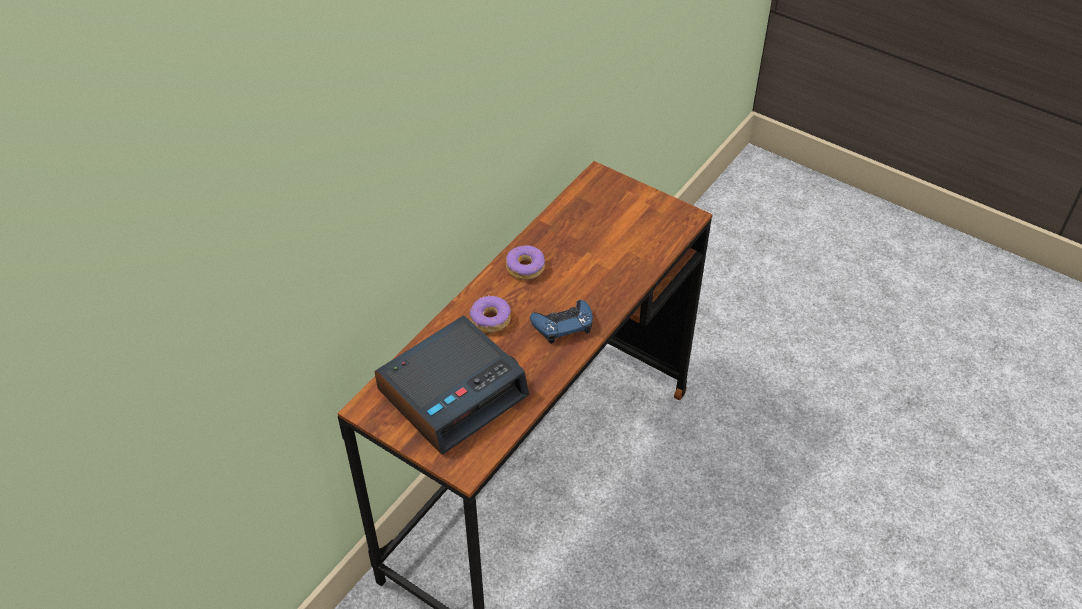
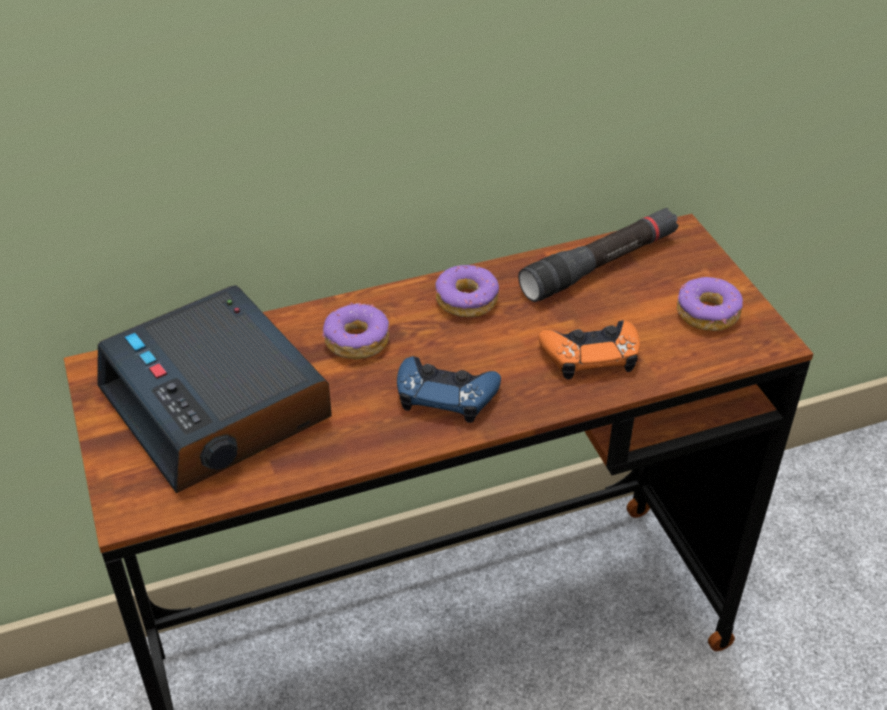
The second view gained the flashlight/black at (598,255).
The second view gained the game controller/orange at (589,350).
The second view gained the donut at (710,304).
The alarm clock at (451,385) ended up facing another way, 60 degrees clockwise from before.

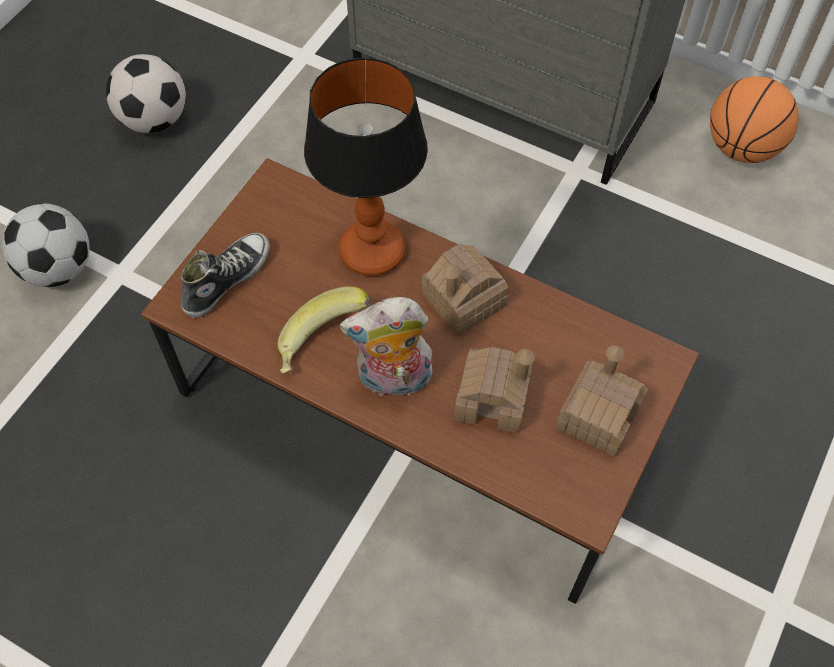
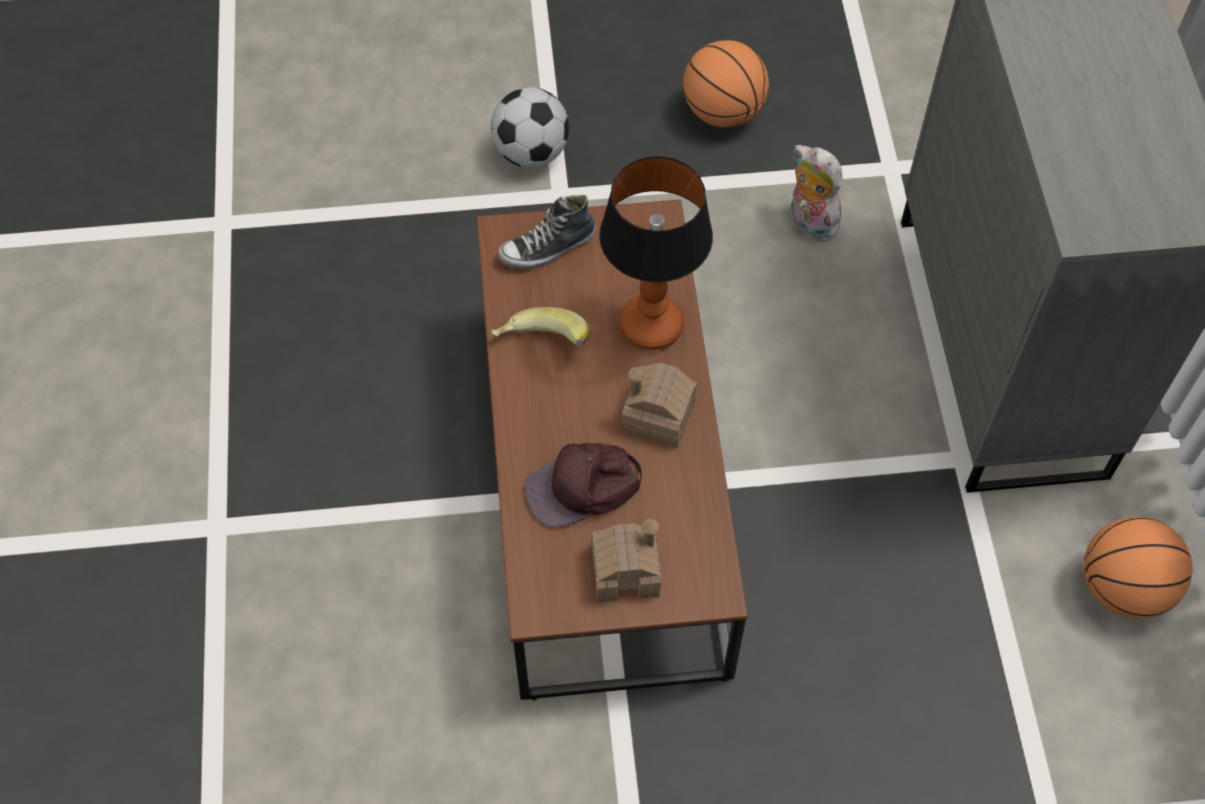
The plush toy ended up elsewhere, having gone from (386,346) to (816,193).
Where the football stood at (146,93), the basketball came to stand at (726,83).
Where the toy house stood at (494,390), the cap/brown came to stand at (583,485).
The shoe at (225,275) ended up facing another way, 150 degrees clockwise from before.

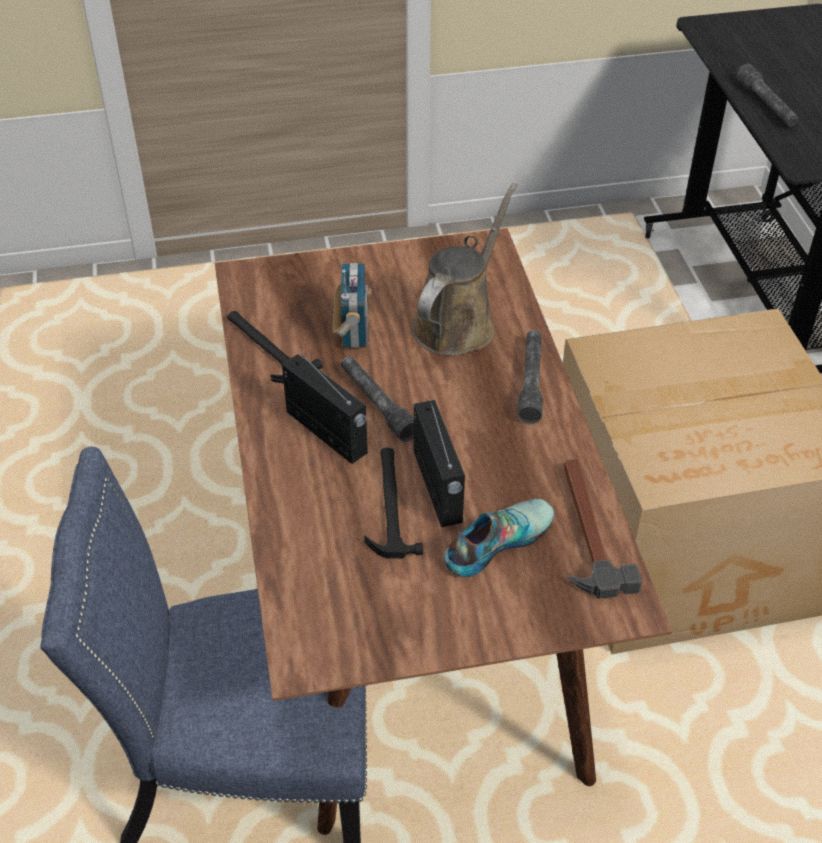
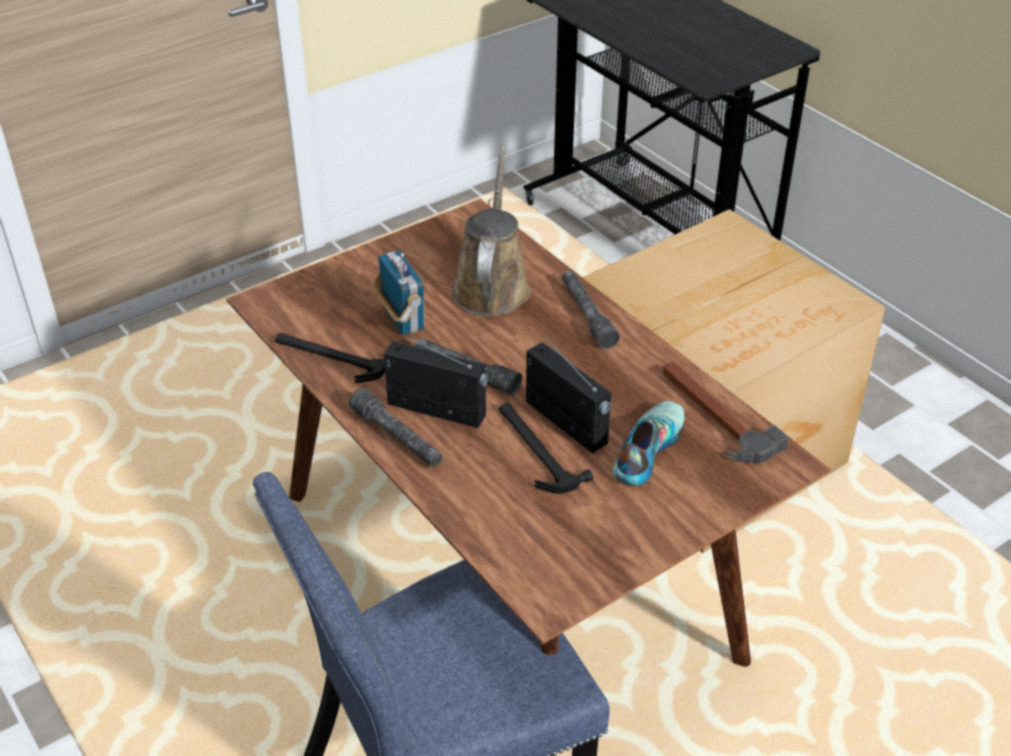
The flashlight/grey ended up elsewhere, having gone from (767,95) to (396,427).

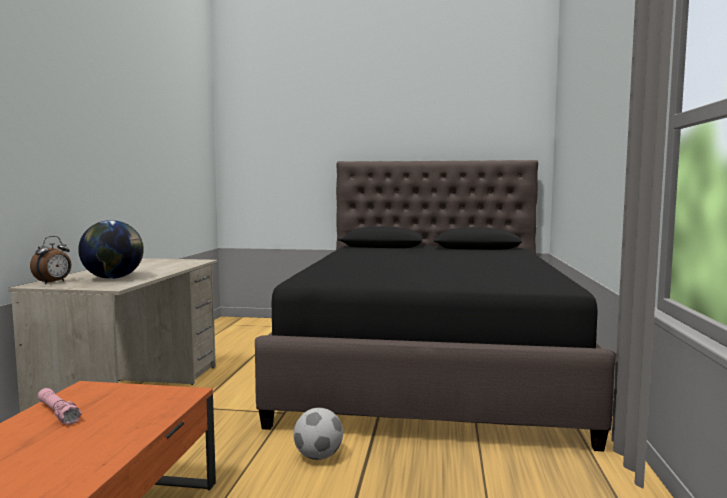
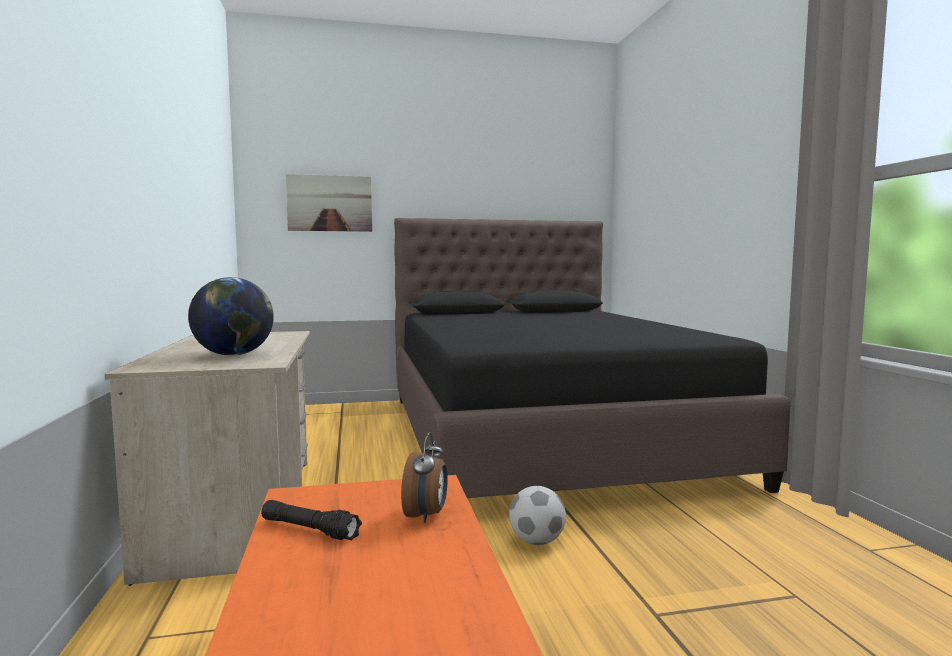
The second view gained the picture at (329,203).
The alarm clock ended up elsewhere, having gone from (50,260) to (424,477).
What was the flashlight/pink at (60,406) turned into the flashlight/black at (311,520).

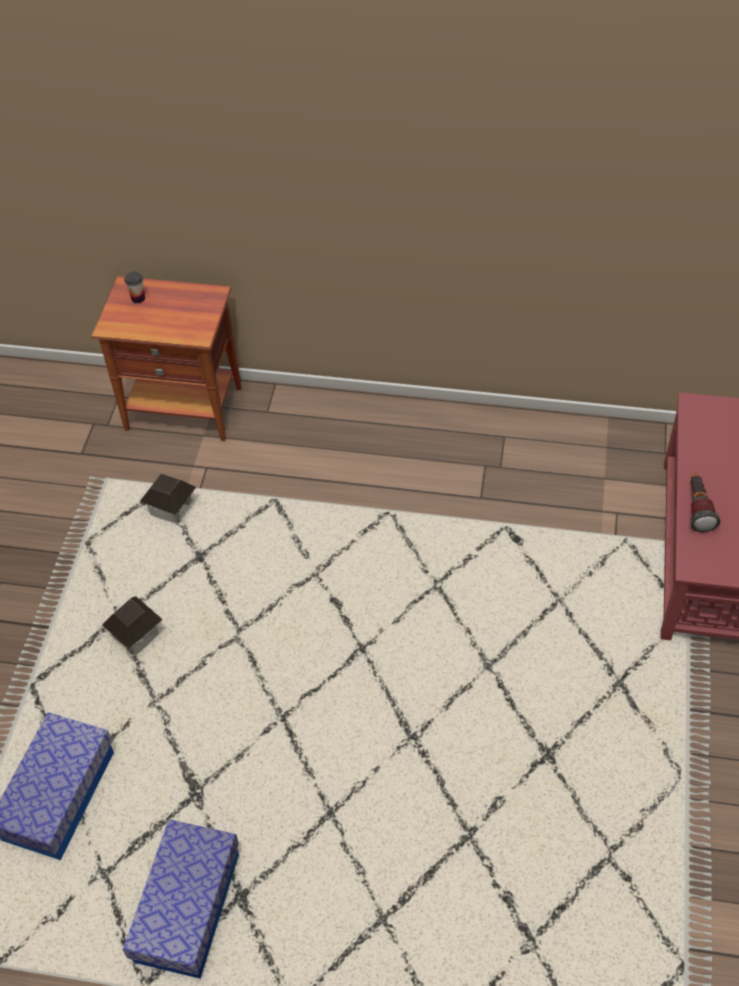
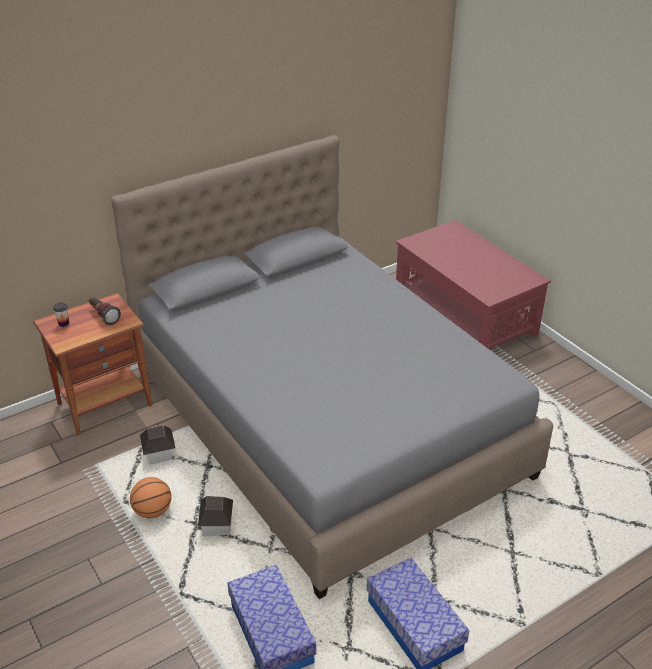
The second view gained the bed/grey at (332,367).
The second view gained the basketball at (150,497).
The flashlight ended up elsewhere, having gone from (705,503) to (104,311).

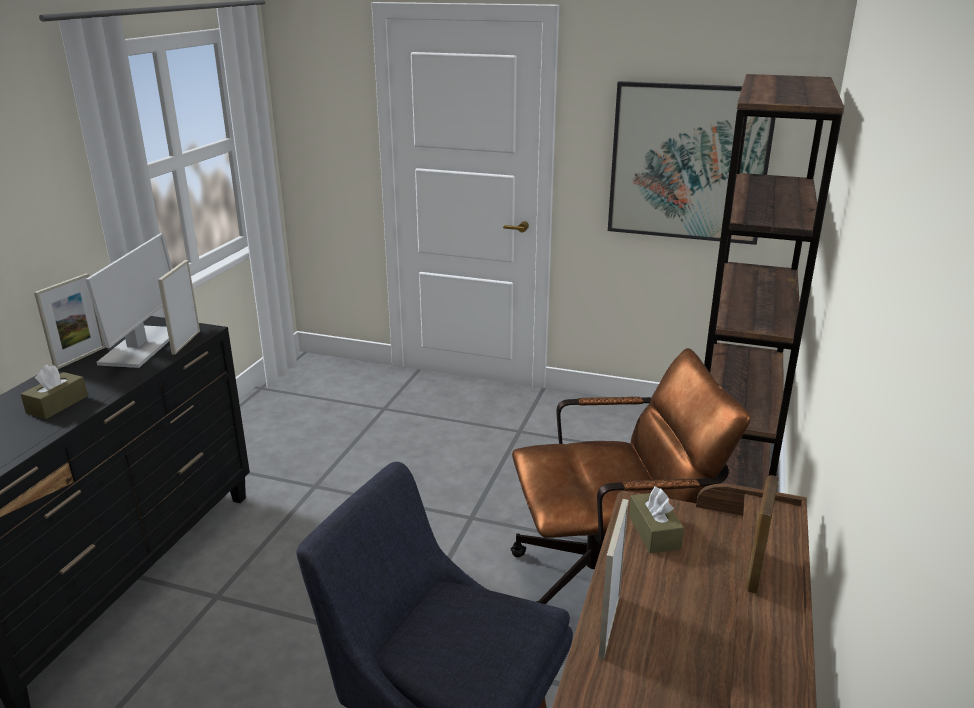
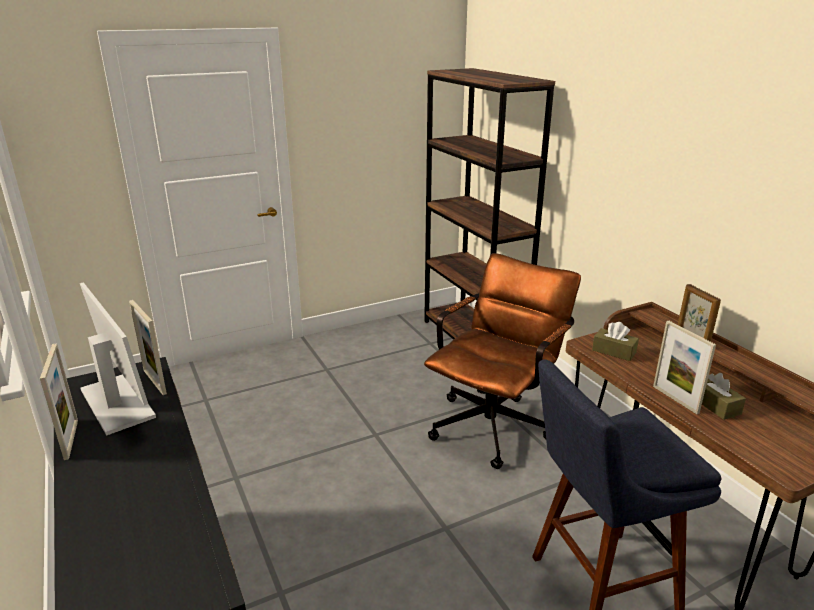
The second view lost the picture at (692,163).
The tissue box/brown ended up elsewhere, having gone from (54,392) to (724,396).

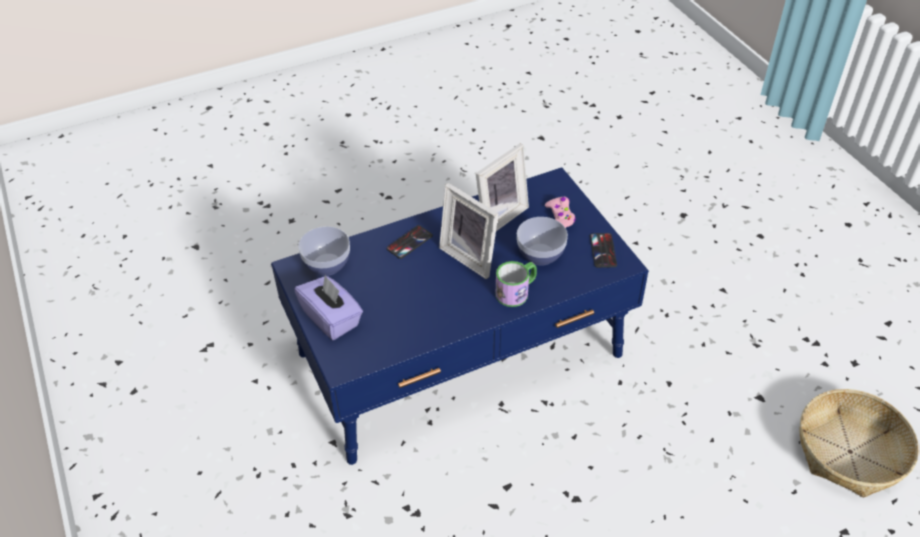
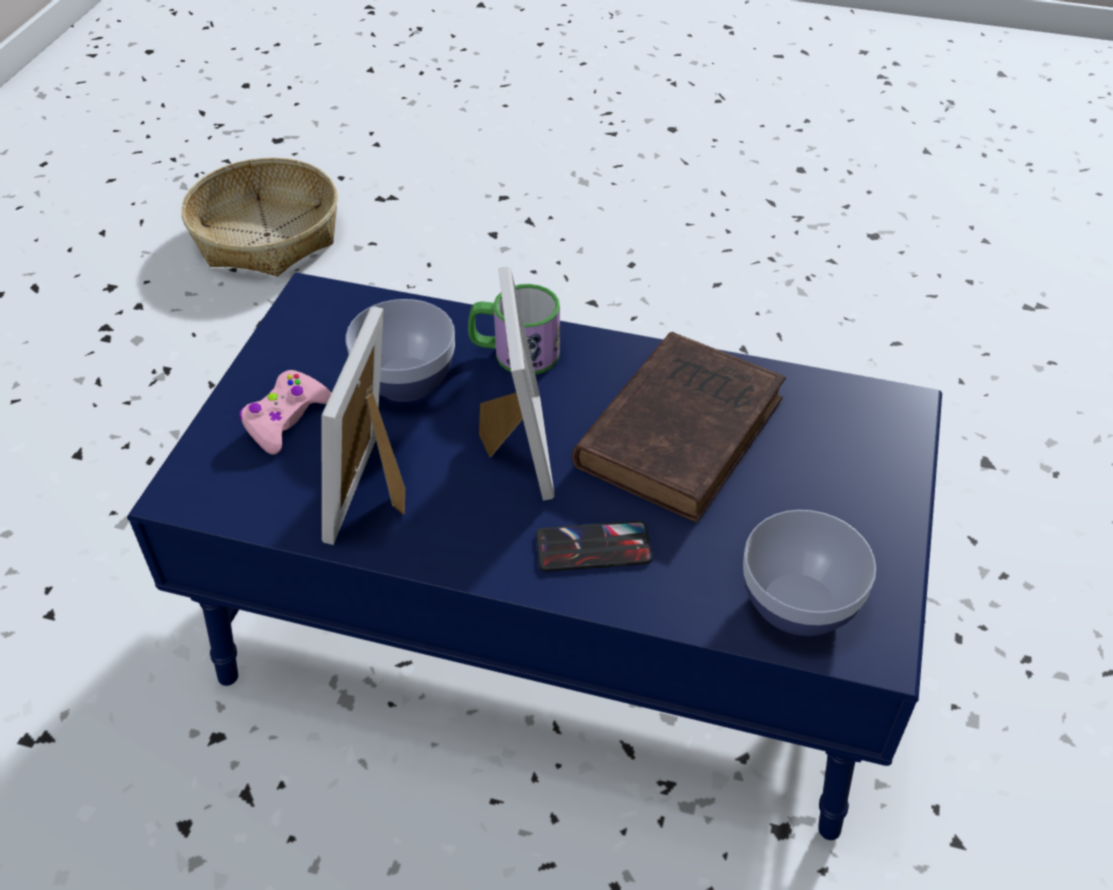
The second view lost the tissue box/purple at (328,307).
The second view lost the phone at (603,250).
The second view gained the book/brown at (679,427).
The picture frame at (502,187) ended up facing another way, 75 degrees counterclockwise from before.

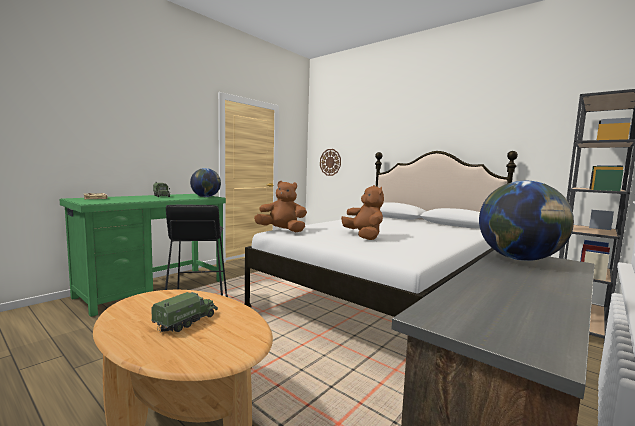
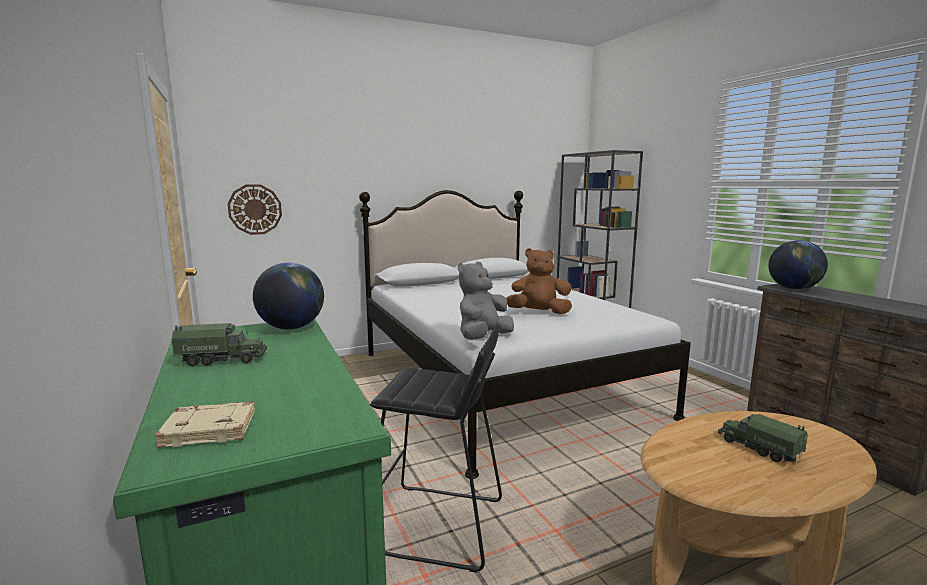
What was the plush toy/brown at (280,206) turned into the plush toy/grey at (486,301).

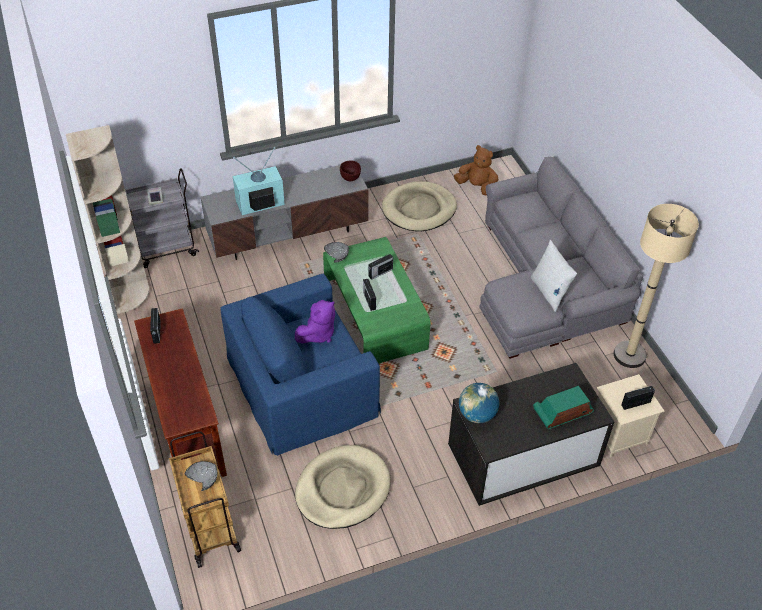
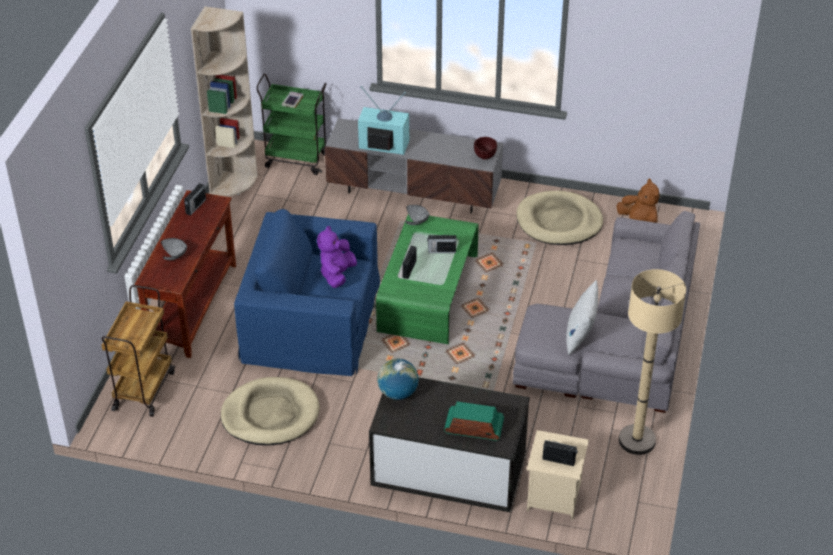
The bowl/grey ended up elsewhere, having gone from (201,476) to (174,249).
What was the cart/grey at (162,218) turned into the cart/green at (292,124).
The plush toy/purple at (315,322) ended up facing another way, 120 degrees clockwise from before.

